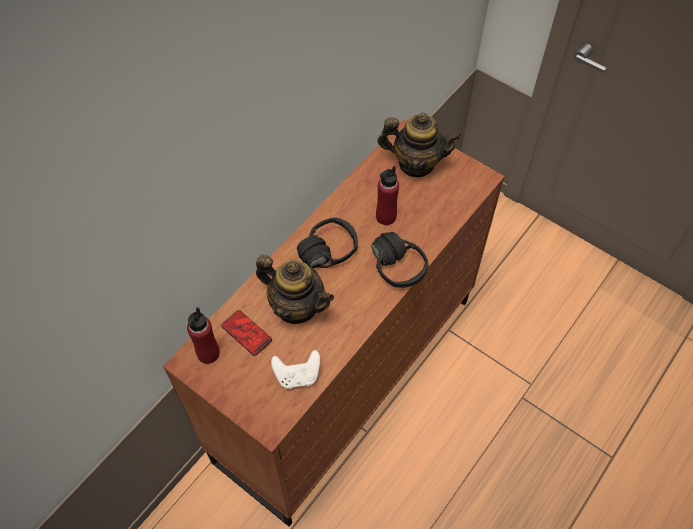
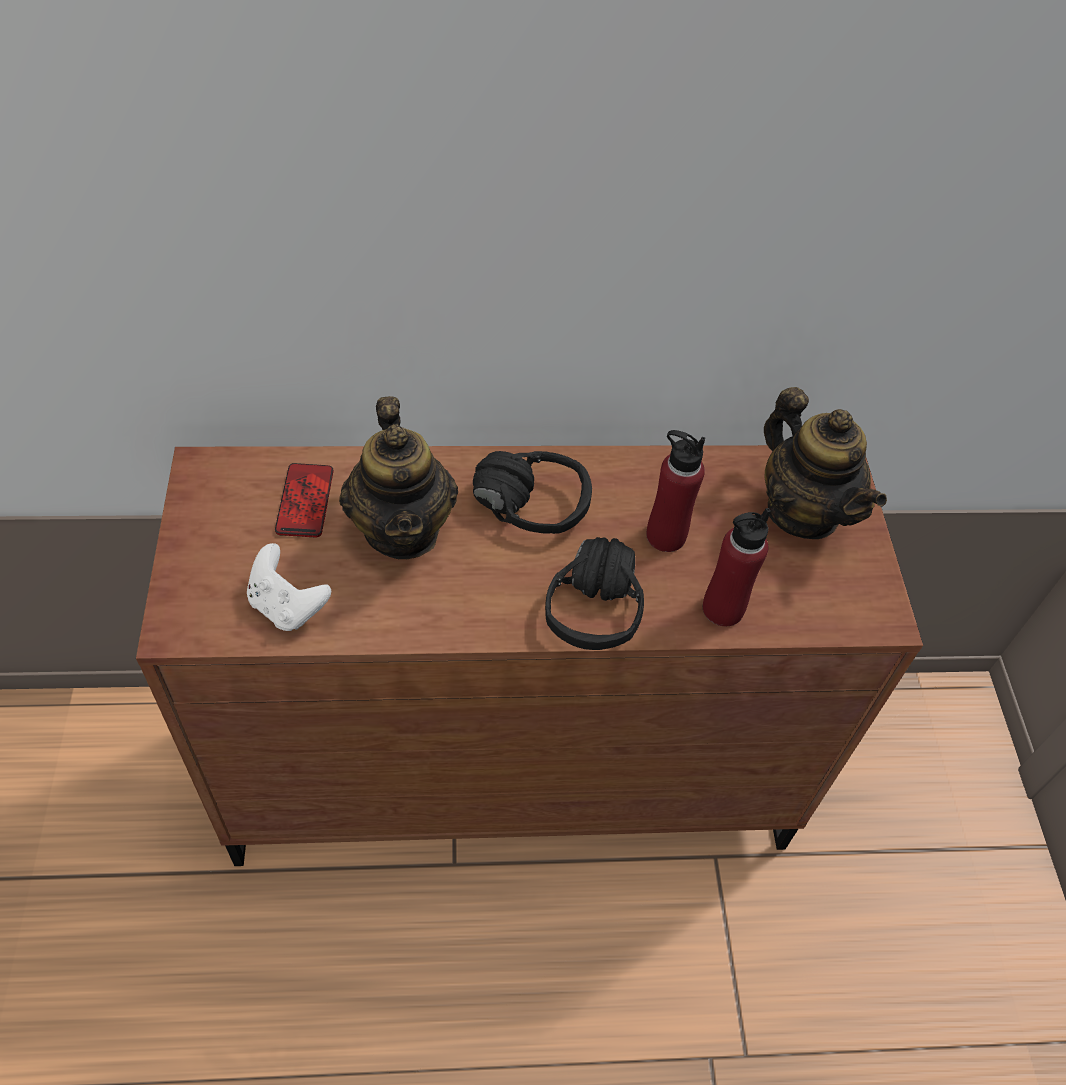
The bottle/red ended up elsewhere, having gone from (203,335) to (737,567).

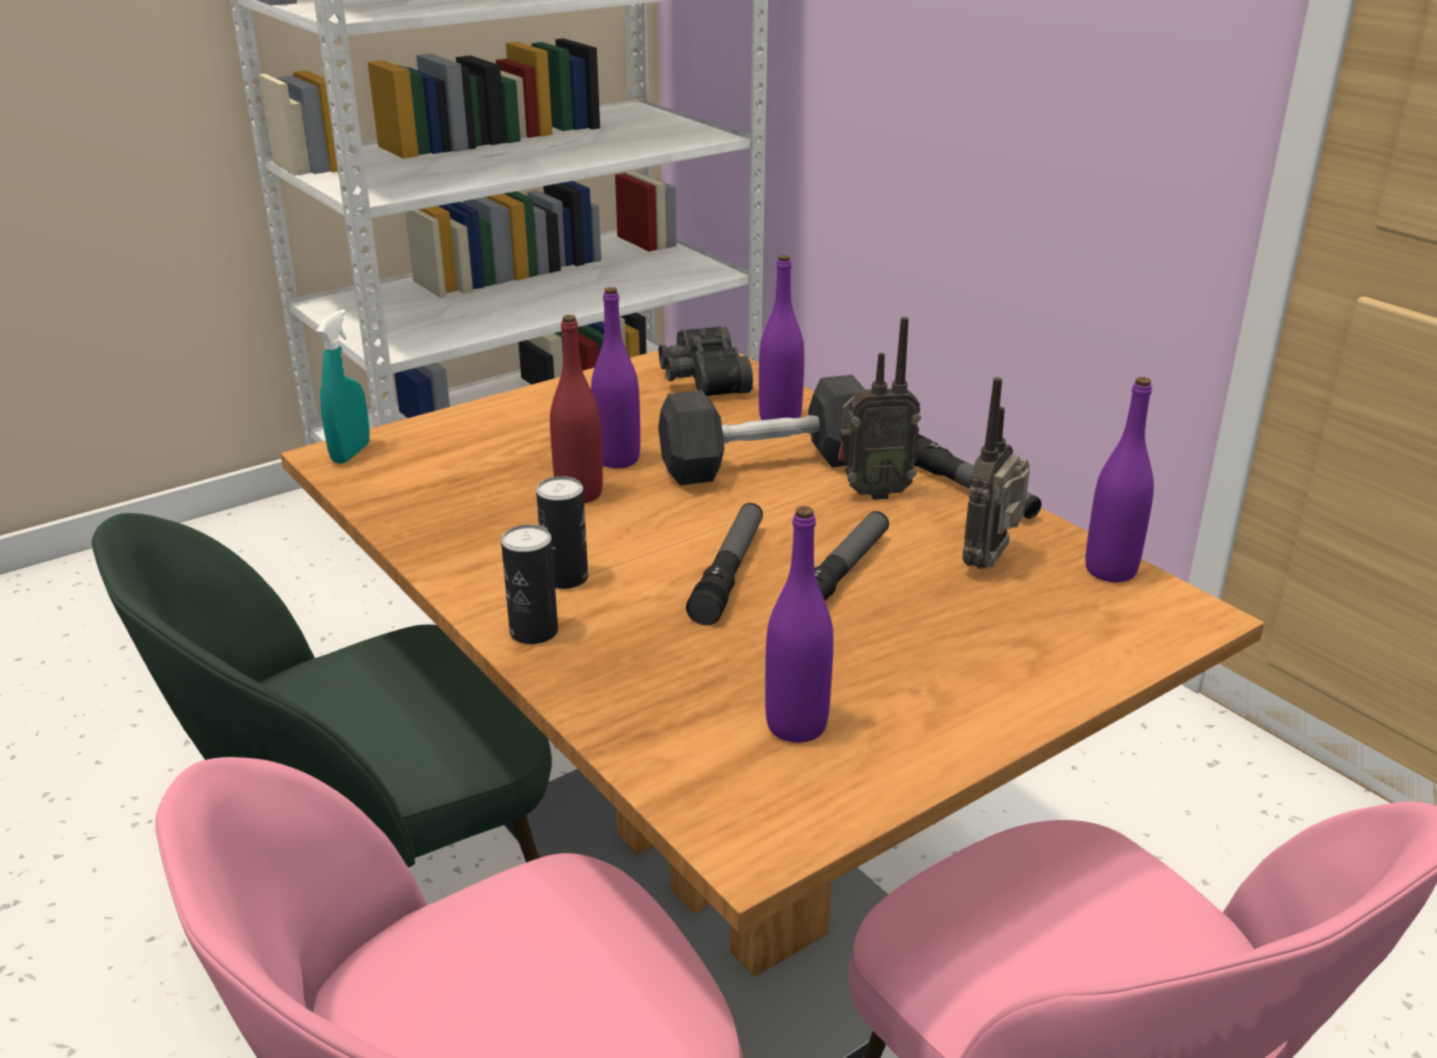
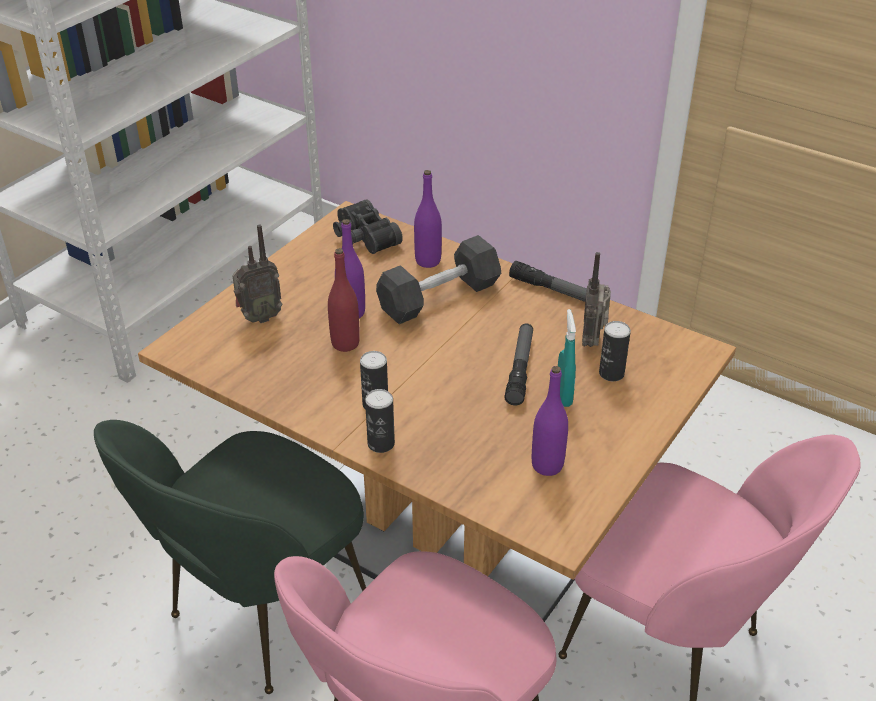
The second view lost the flashlight at (724,564).
The second view lost the bottle/purple at (1119,479).
The second view gained the can at (615,351).
The spray bottle/turquoise ended up elsewhere, having gone from (343,386) to (567,358).
The radio ended up elsewhere, having gone from (879,408) to (257,273).

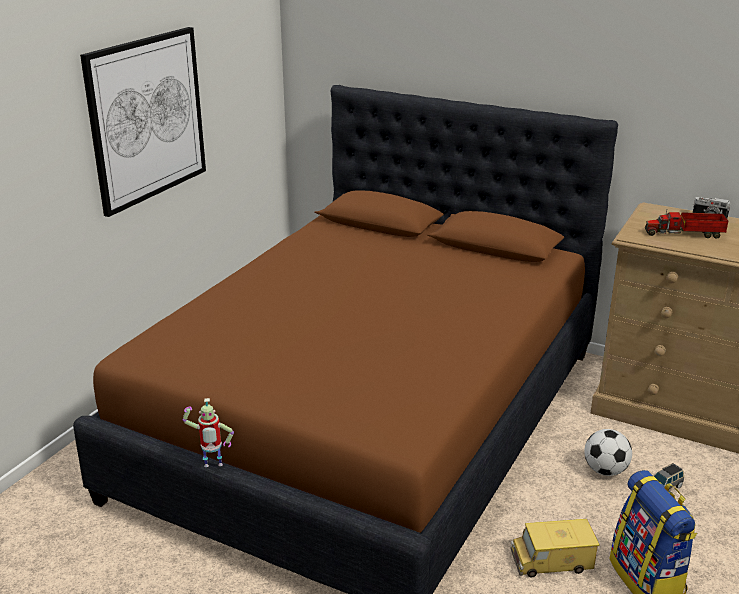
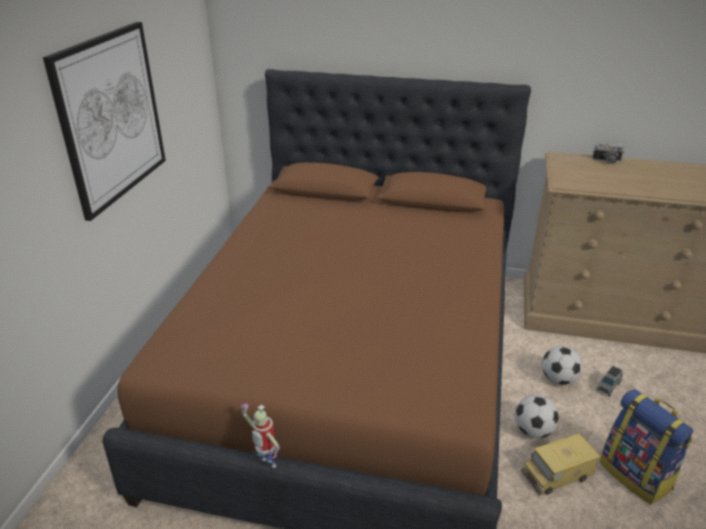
The second view lost the toy truck at (686,223).
The second view gained the football at (537,416).
The toy robot at (208,432) ended up facing another way, 60 degrees clockwise from before.

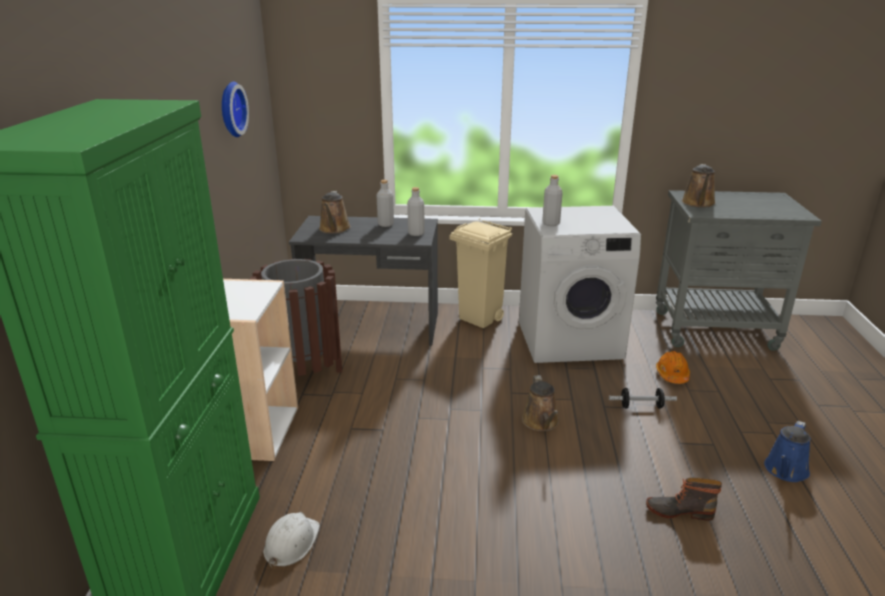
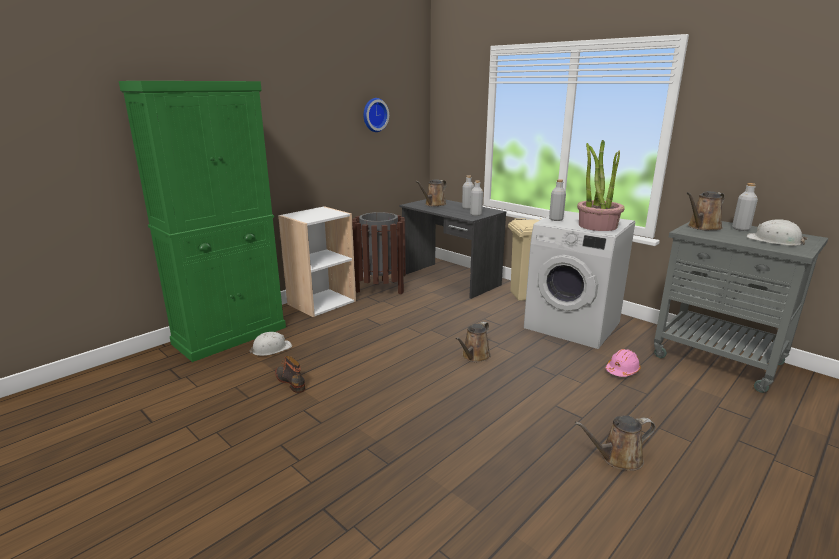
The second view lost the dumbbell at (643,398).
The second view gained the potted plant at (600,185).
The second view gained the bottle/grey at (745,207).
The second view gained the hard hat/white at (777,232).
The boot ended up elsewhere, having gone from (684,499) to (290,374).
What was the hard hat/orange at (673,367) turned into the hard hat/pink at (623,363).
What was the watering can/blue at (787,451) turned into the watering can/brown at (615,443).

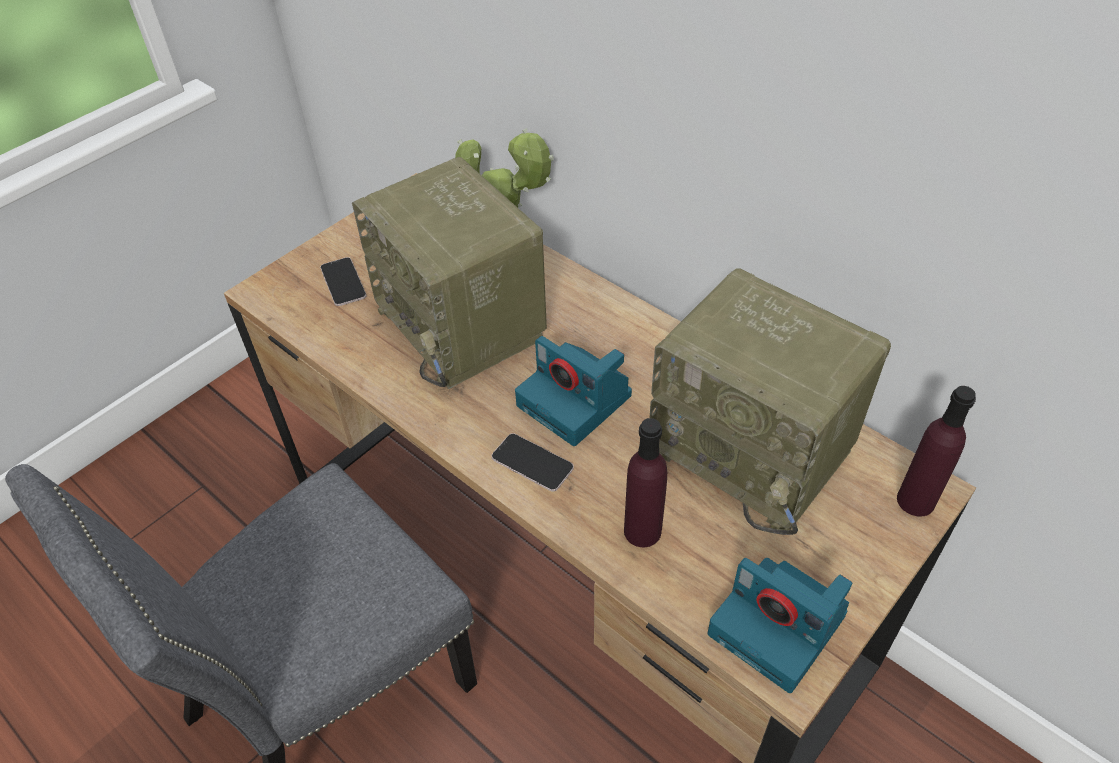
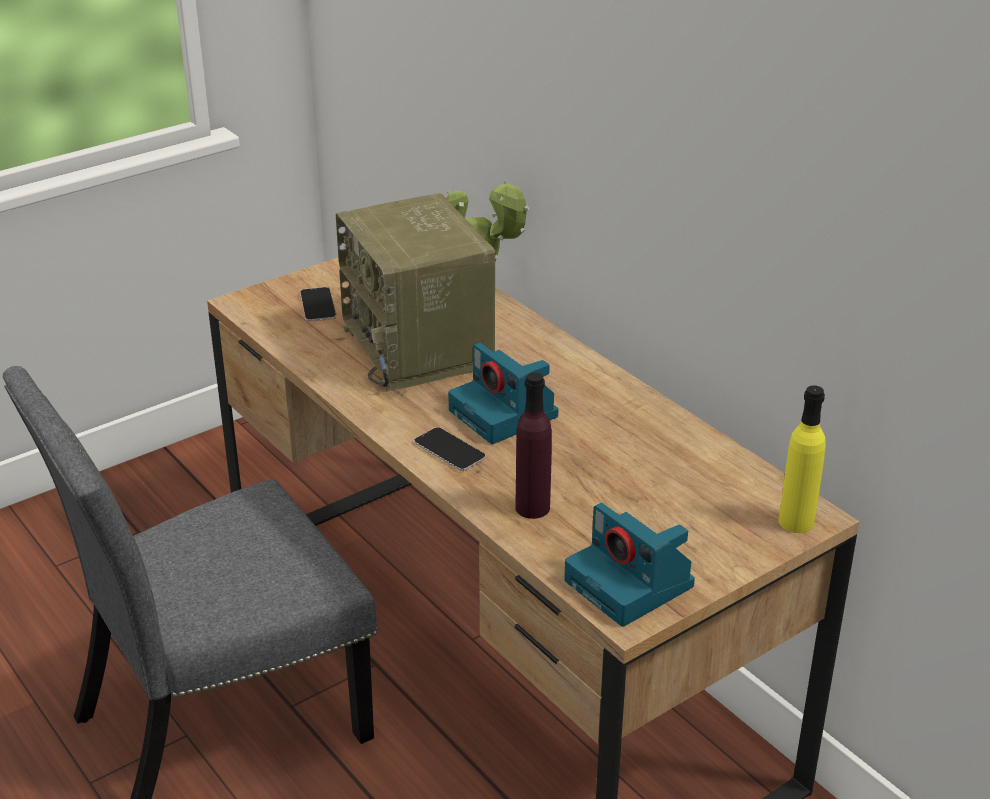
The second view lost the radio at (770,401).
What was the bottle/purple at (936,451) turned into the bottle/yellow at (802,459).

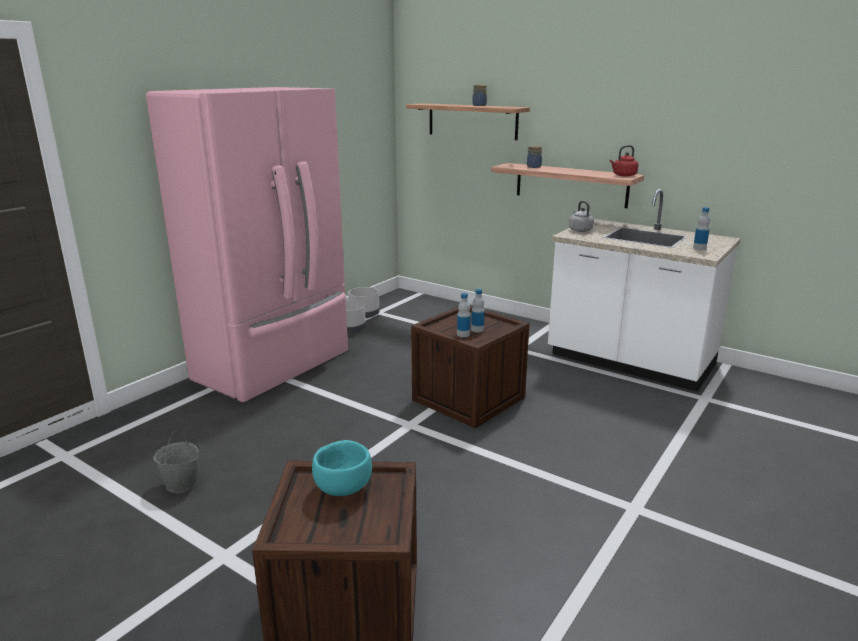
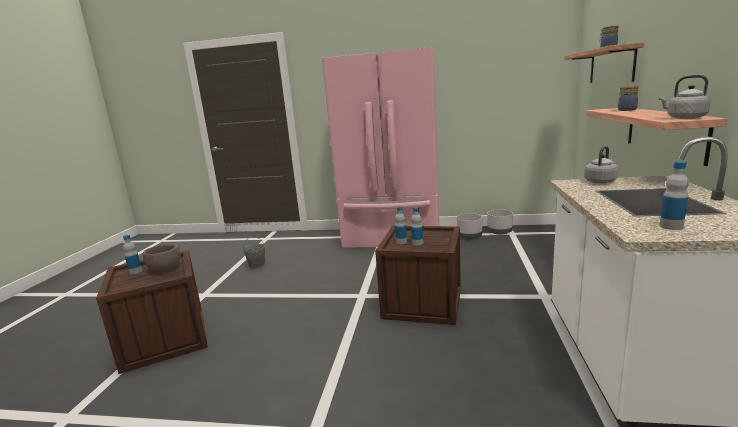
The second view gained the bottle at (132,254).
What was the bowl/turquoise at (342,468) turned into the bowl/brown at (162,258).
What was the kettle/red at (624,161) turned into the kettle/grey at (685,97).

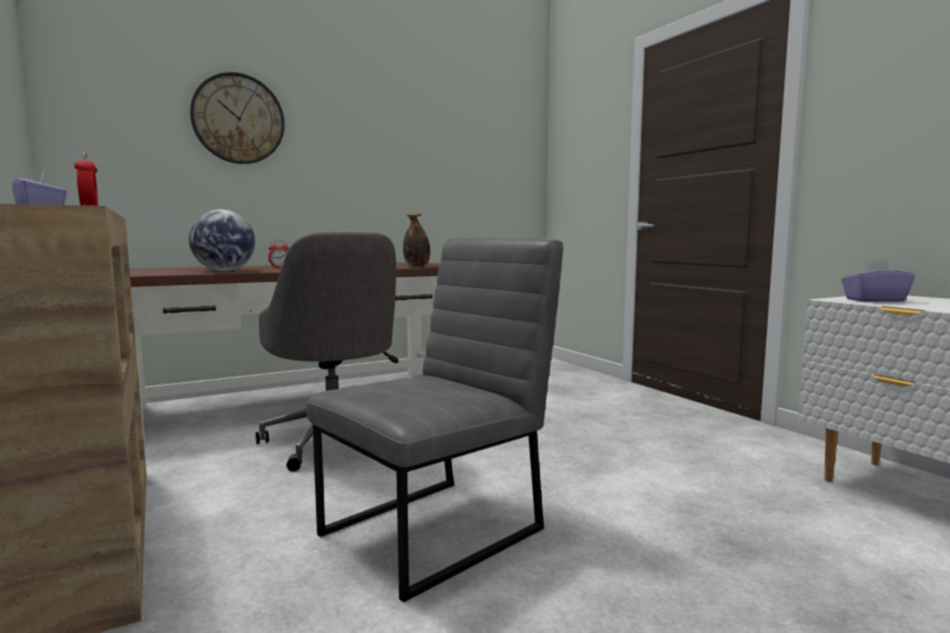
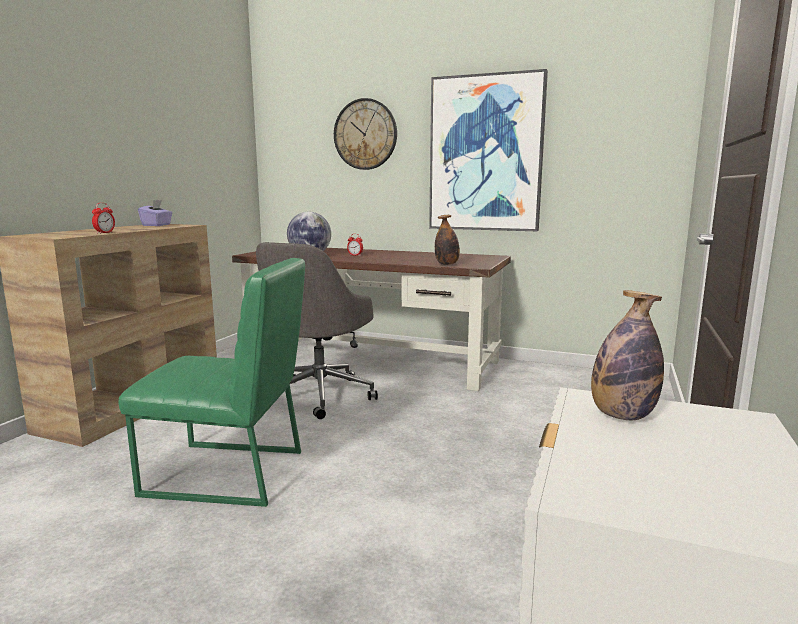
The second view gained the picture at (488,150).
Where the tissue box/purple stood at (878,280), the bottle came to stand at (627,355).
What was the chair/grey at (434,420) turned into the chair/green at (212,382).

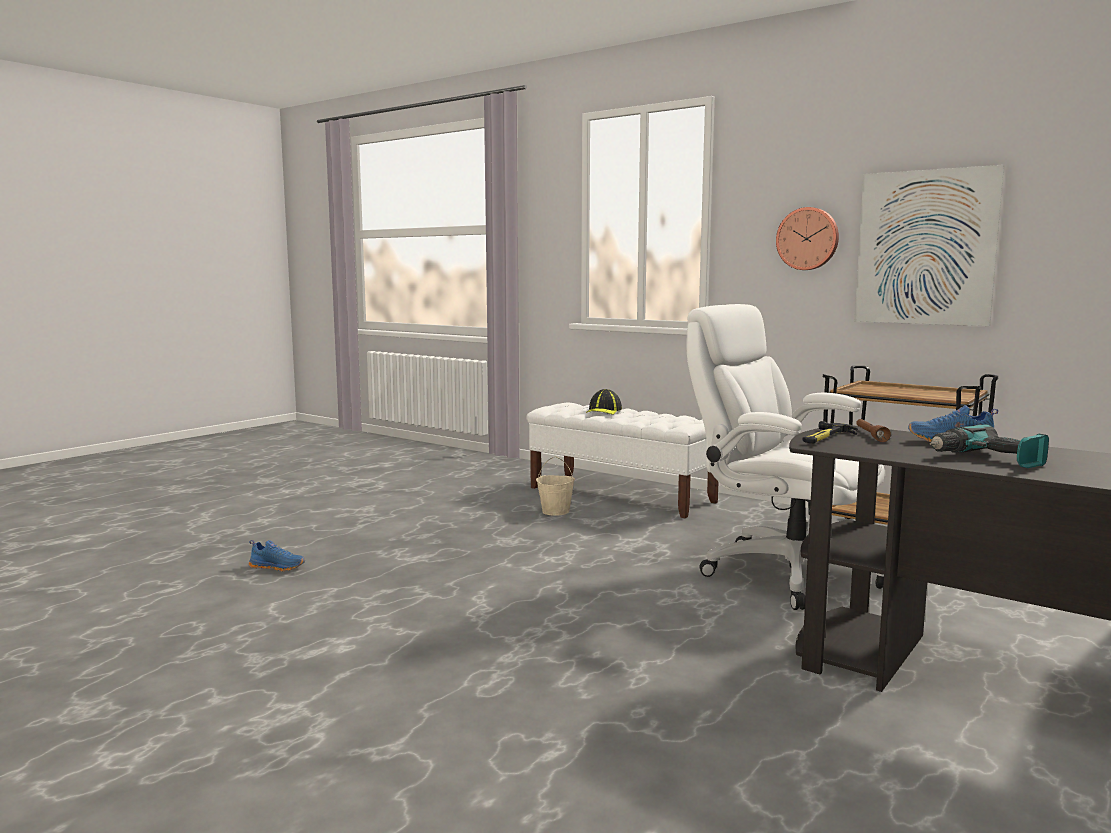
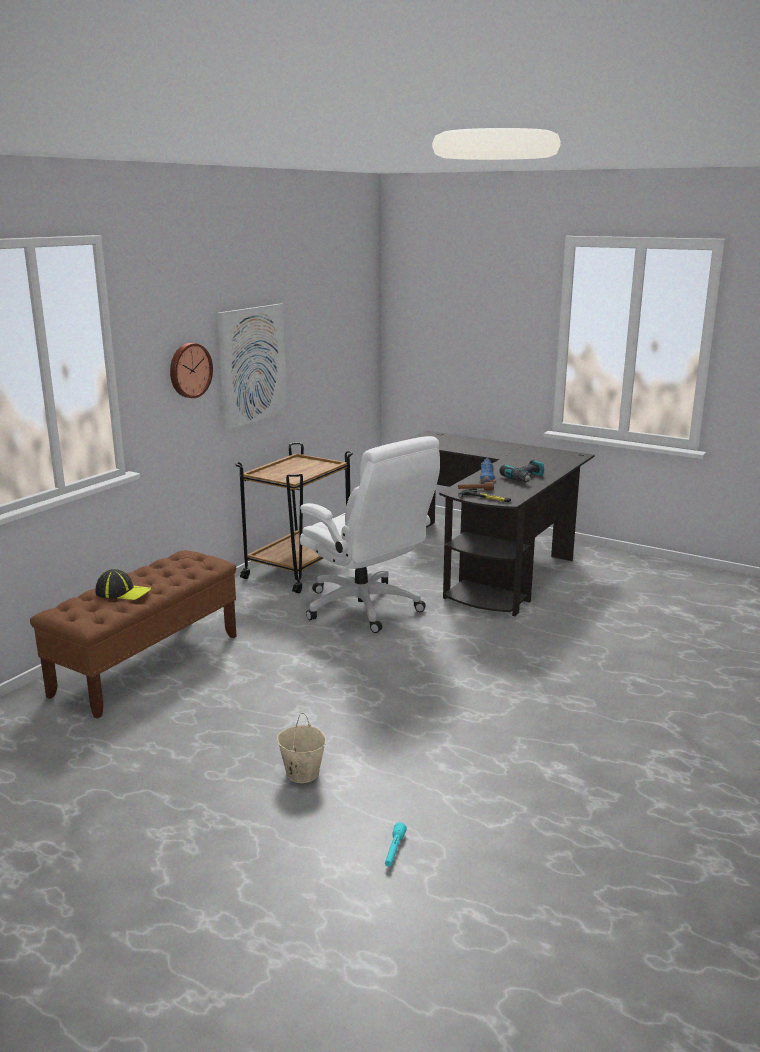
The bucket/beige ended up elsewhere, having gone from (555,486) to (301,748).
Where the shoe/blue stood at (277,556), the flashlight/turquoise came to stand at (396,844).
What was the bench/white at (622,460) turned into the bench/brown at (133,634).
The office chair/white at (786,457) ended up facing another way, 75 degrees counterclockwise from before.

